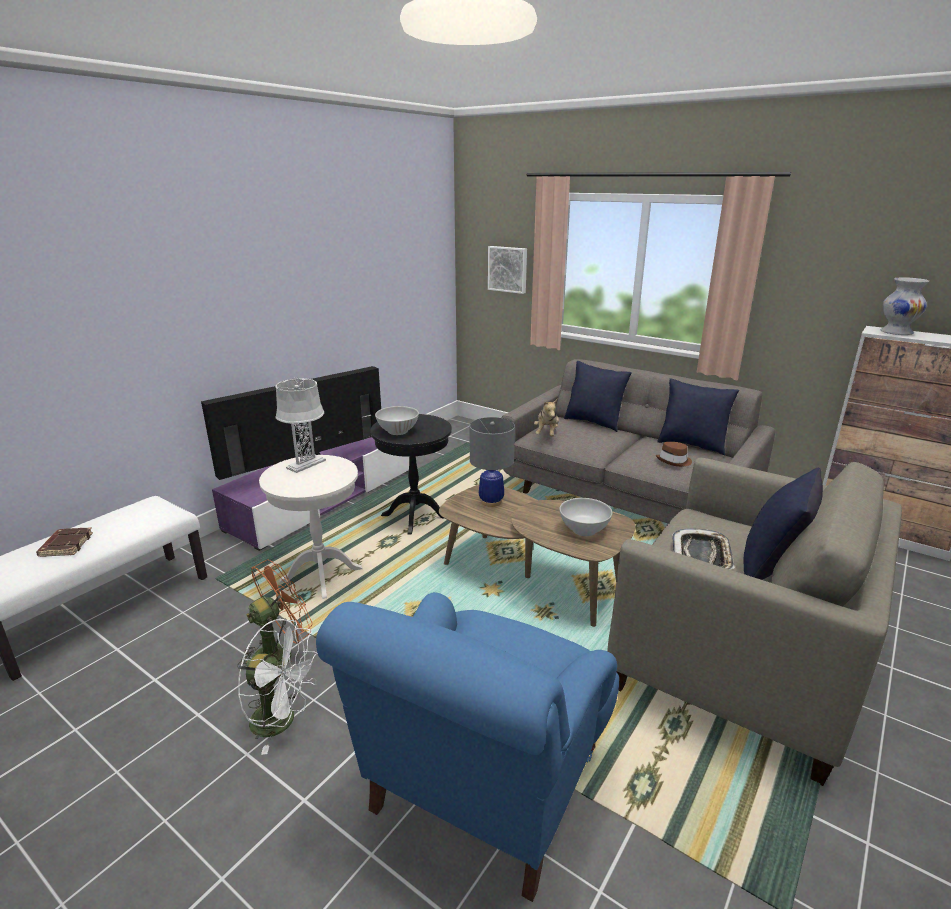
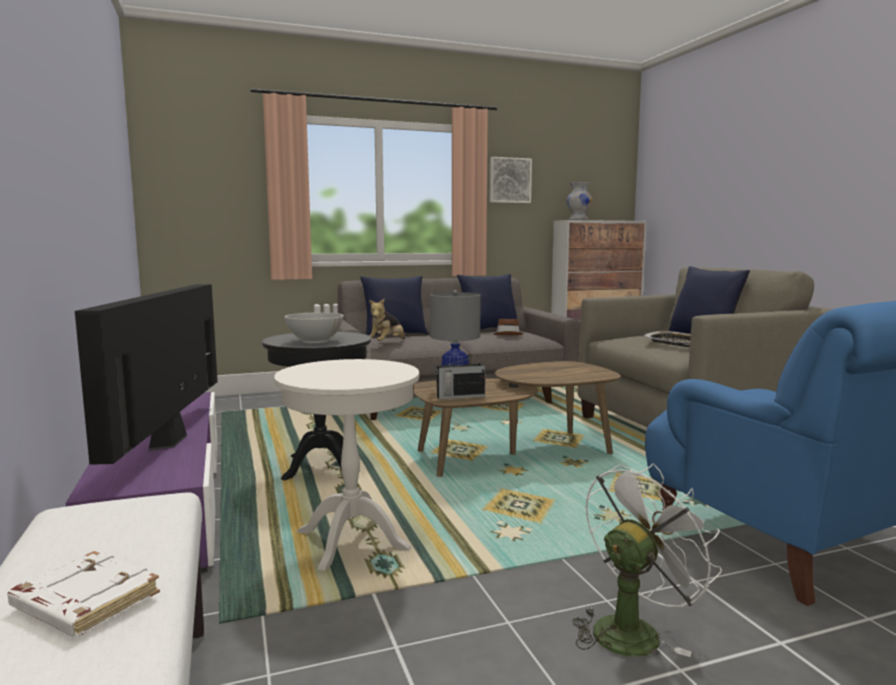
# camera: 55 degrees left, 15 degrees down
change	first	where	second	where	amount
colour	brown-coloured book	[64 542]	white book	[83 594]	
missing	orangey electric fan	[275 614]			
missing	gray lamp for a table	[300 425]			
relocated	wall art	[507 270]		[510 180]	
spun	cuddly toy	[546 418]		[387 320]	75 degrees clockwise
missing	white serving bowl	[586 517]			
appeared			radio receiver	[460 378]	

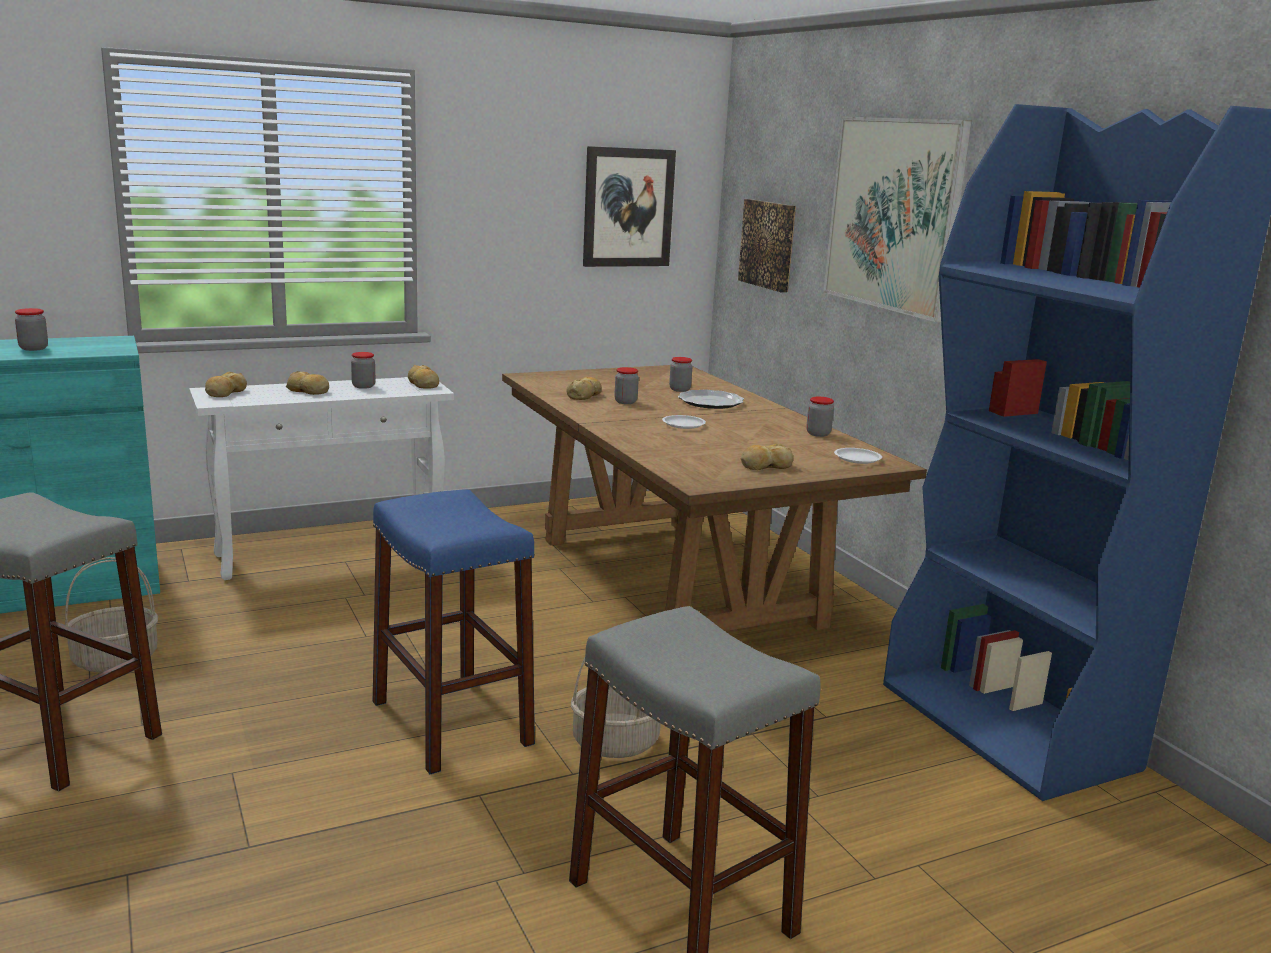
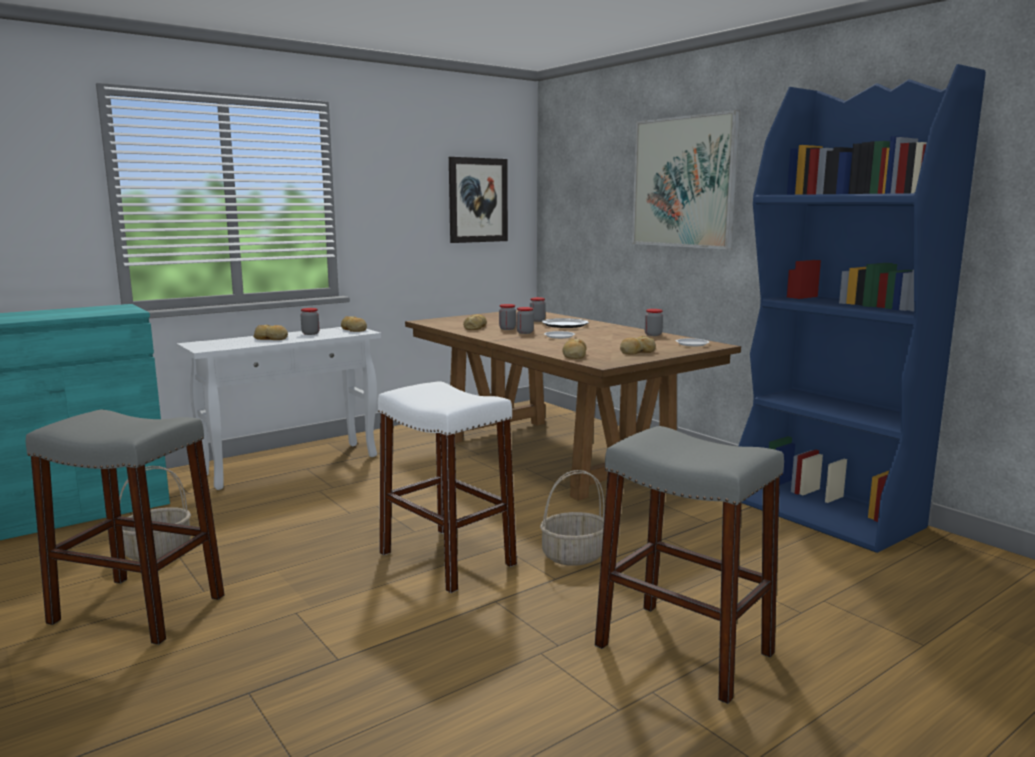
# camera: 10 degrees left, 5 degrees down
change	first	where	second	where	amount
relocated	storage jar	[31 329]		[525 320]	
relocated	bakery bread	[226 384]		[574 348]	
colour	blue-coloured sitting stool	[454 632]	white sitting stool	[447 487]	
missing	wall art	[767 246]			

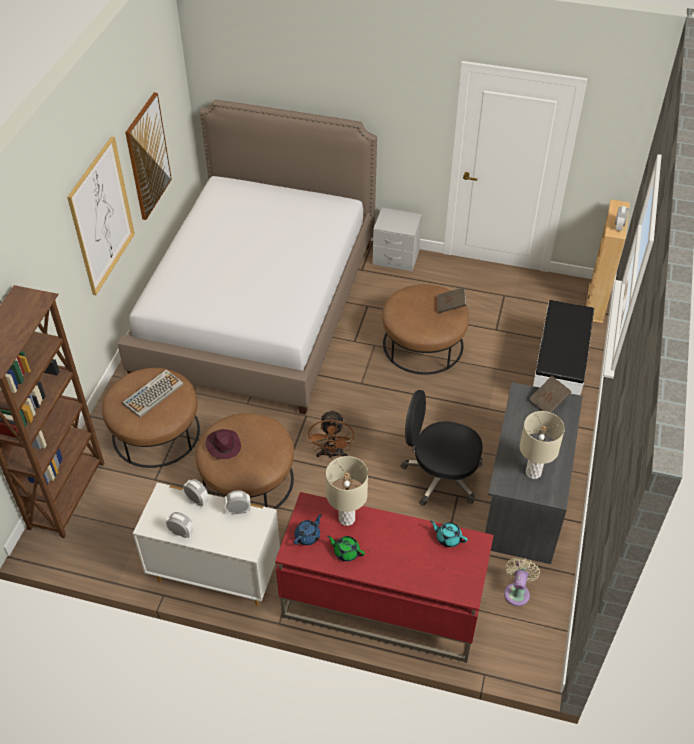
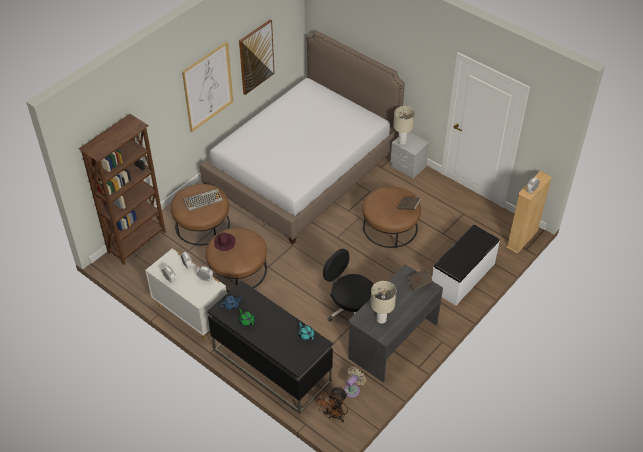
# camera: 25 degrees right, 0 degrees up
change	first	where	second	where	amount
colour	red desk	[384 577]	blackish desk	[270 347]	
relocated	brown-coloured electric fan	[331 434]		[331 405]	
relocated	sand-coloured lamp for a table	[347 491]		[404 125]	

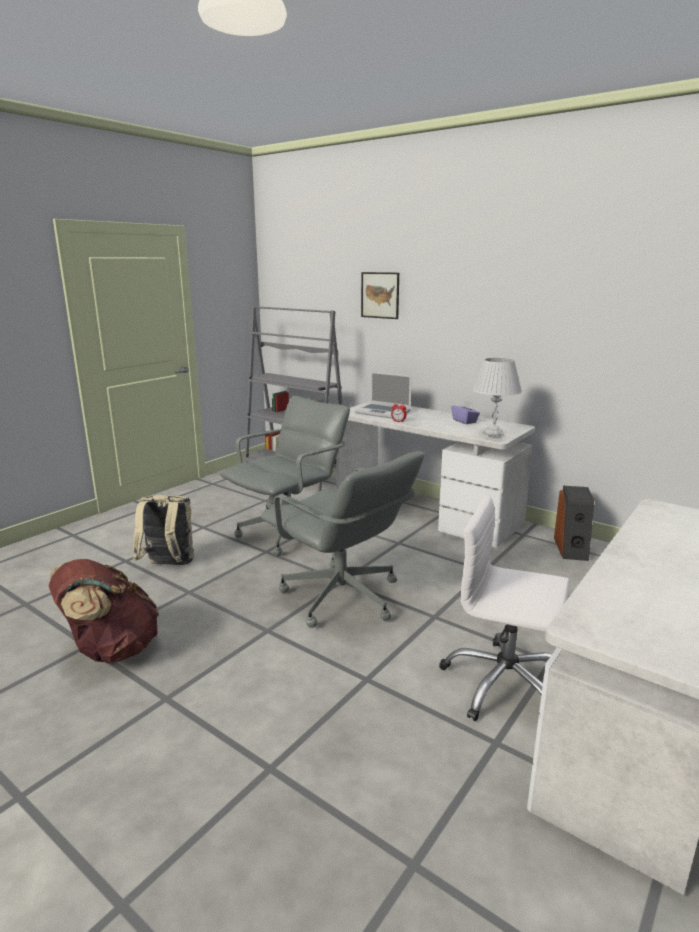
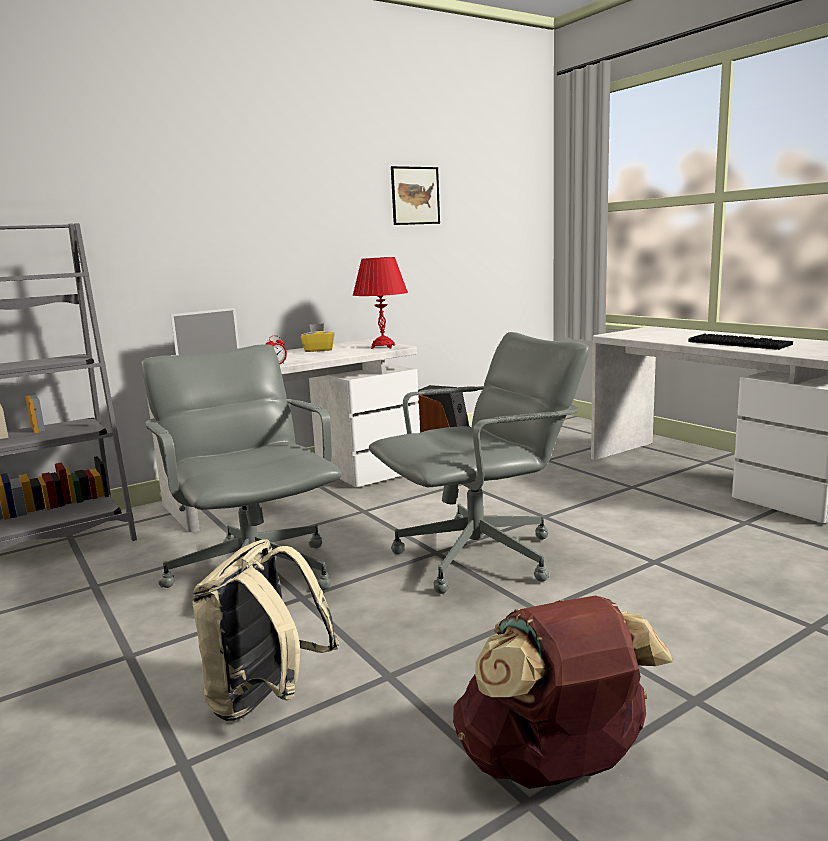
# camera: 70 degrees left, 5 degrees down
change	first	where	second	where	amount
relocated	wall art	[380 295]		[415 195]	
missing	white desk chair	[504 607]			
colour	purplish box of tissues	[465 412]	yellow-coloured box of tissues	[317 337]	
colour	white lamp for a table	[497 398]	red lamp for a table	[380 303]	
appeared			PC keyboard	[740 342]	

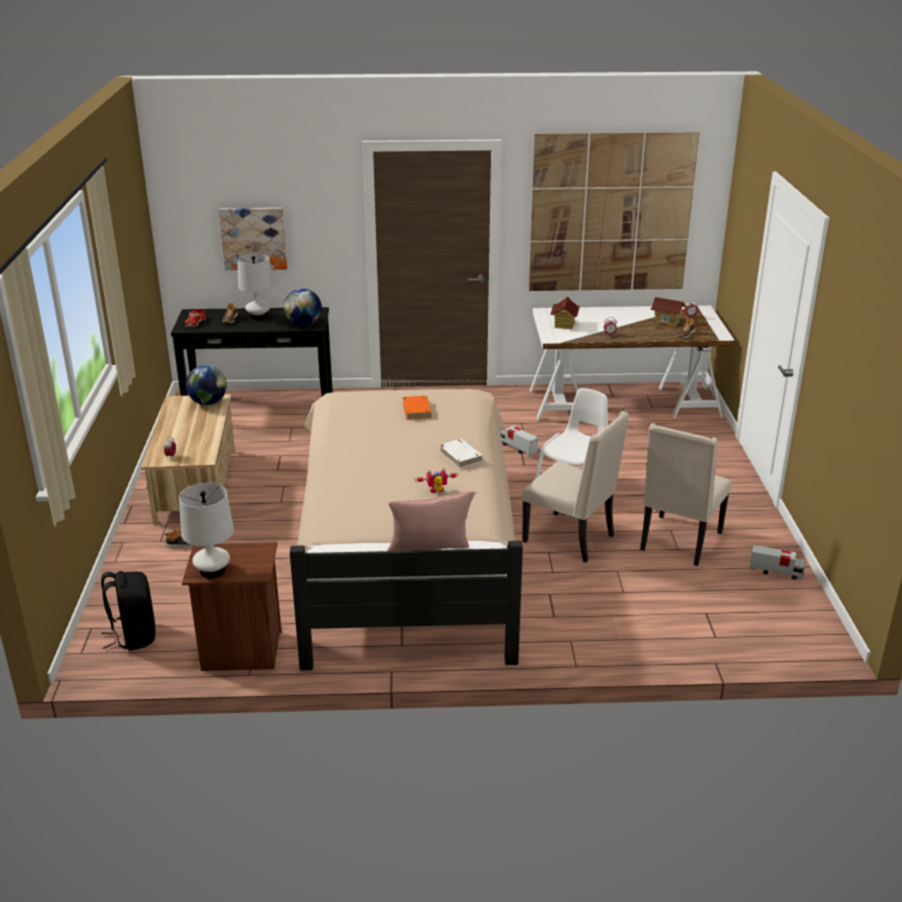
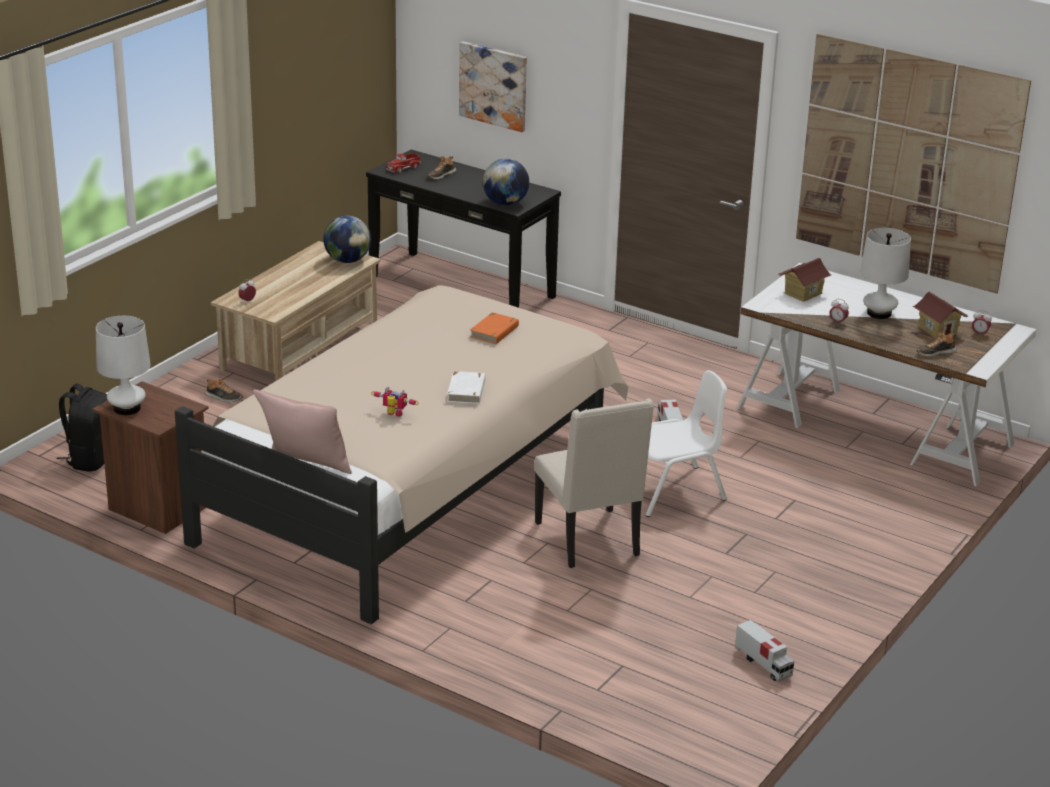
# camera: 35 degrees right, 0 degrees up
change	first	where	second	where	amount
relocated	white lamp for a table	[255 286]		[885 273]	
missing	sand-coloured chair	[685 494]			

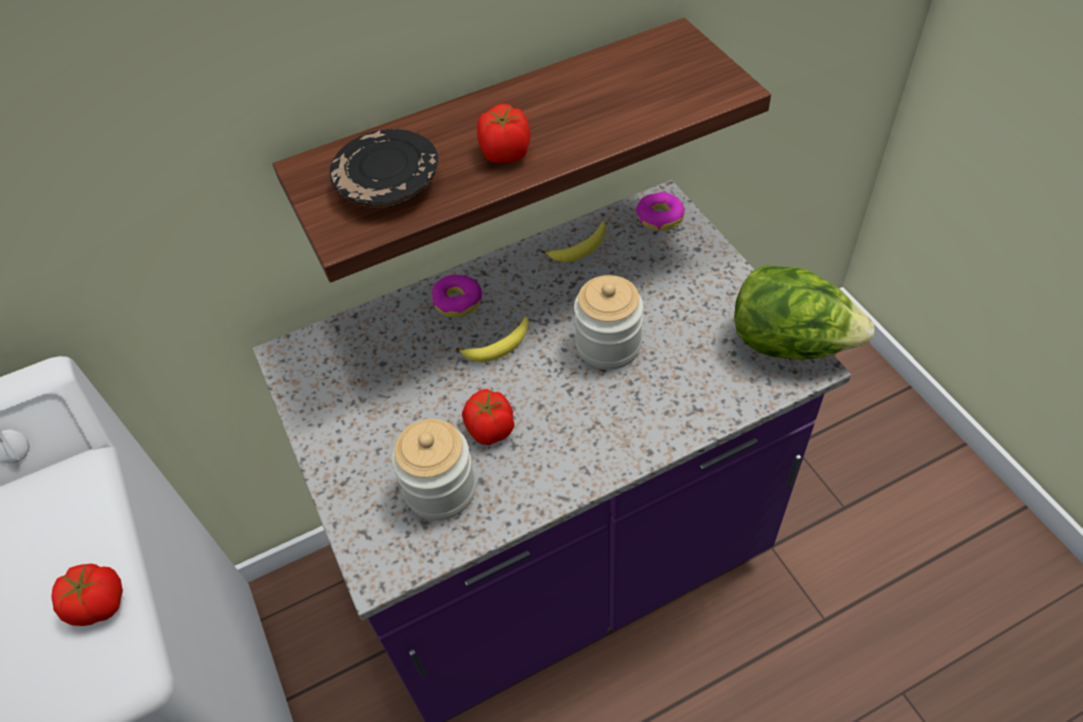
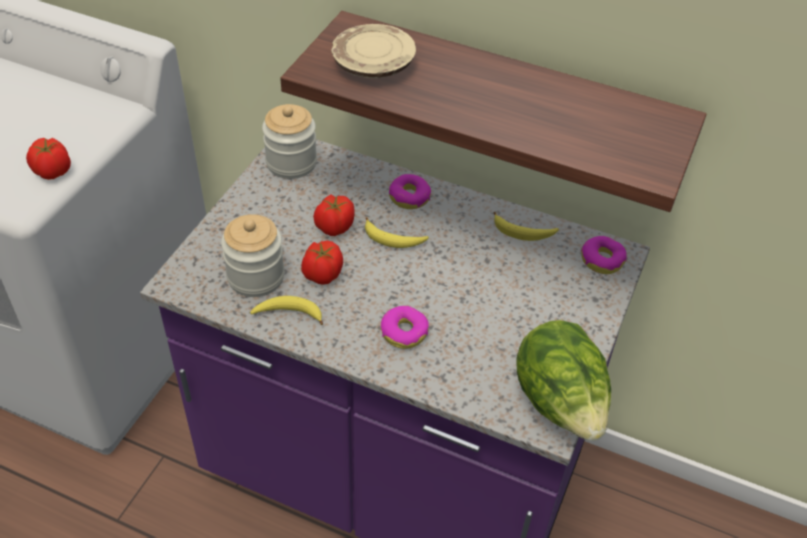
# camera: 45 degrees right, 5 degrees down
change	first	where	second	where	amount
colour	blackish plate	[384 168]	sand-coloured plate	[373 51]	
relocated	tomato	[504 133]		[334 215]	
relocated	storage jar	[609 322]		[289 141]	
appeared			whole banana	[286 310]	
appeared			doughnut	[405 327]	

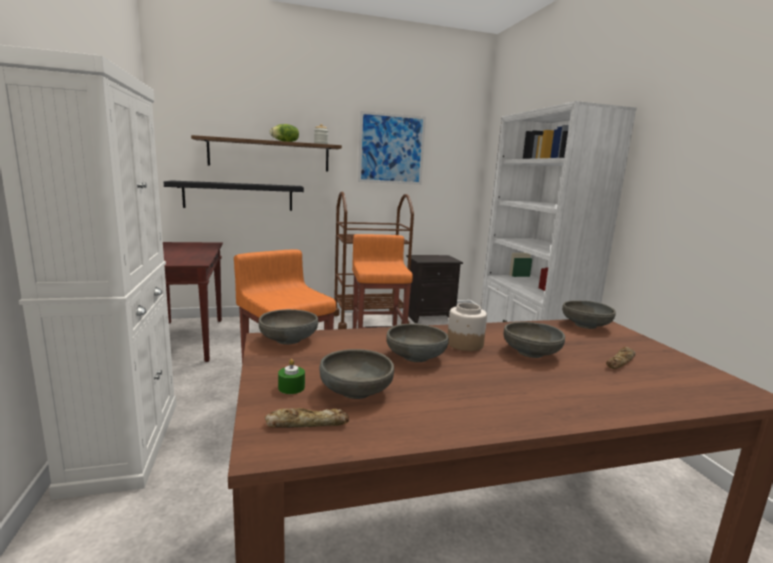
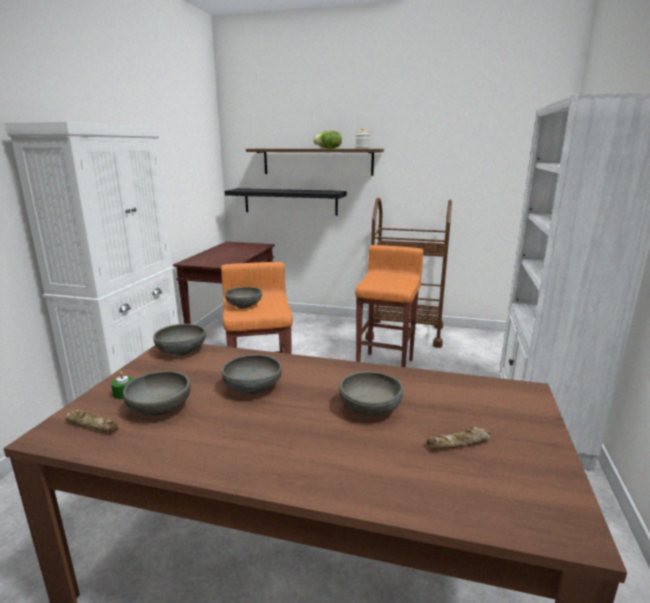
# camera: 30 degrees right, 5 degrees up
change	first	where	second	where	amount
missing	wall art	[392 148]			
missing	blackish night table	[434 289]			
missing	storage jar	[467 327]			
relocated	gray serving bowl	[589 314]		[243 297]	

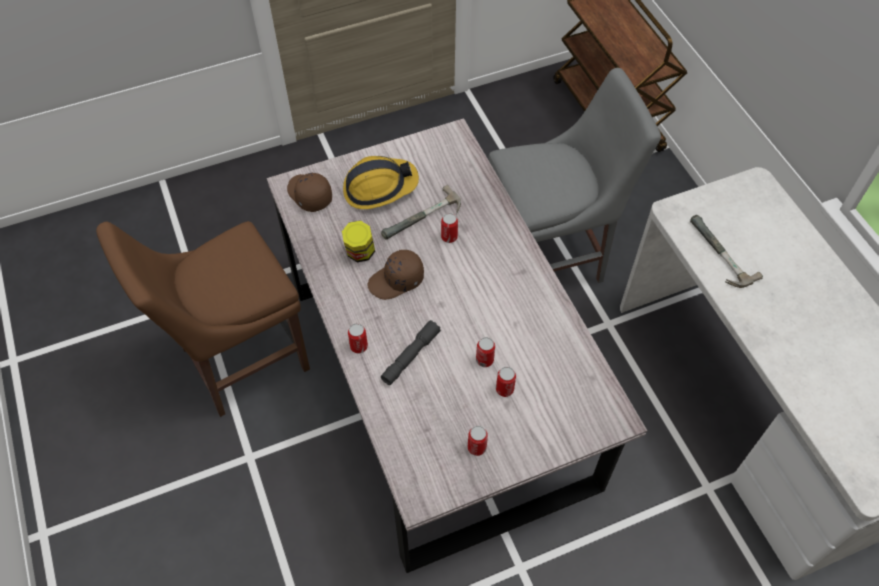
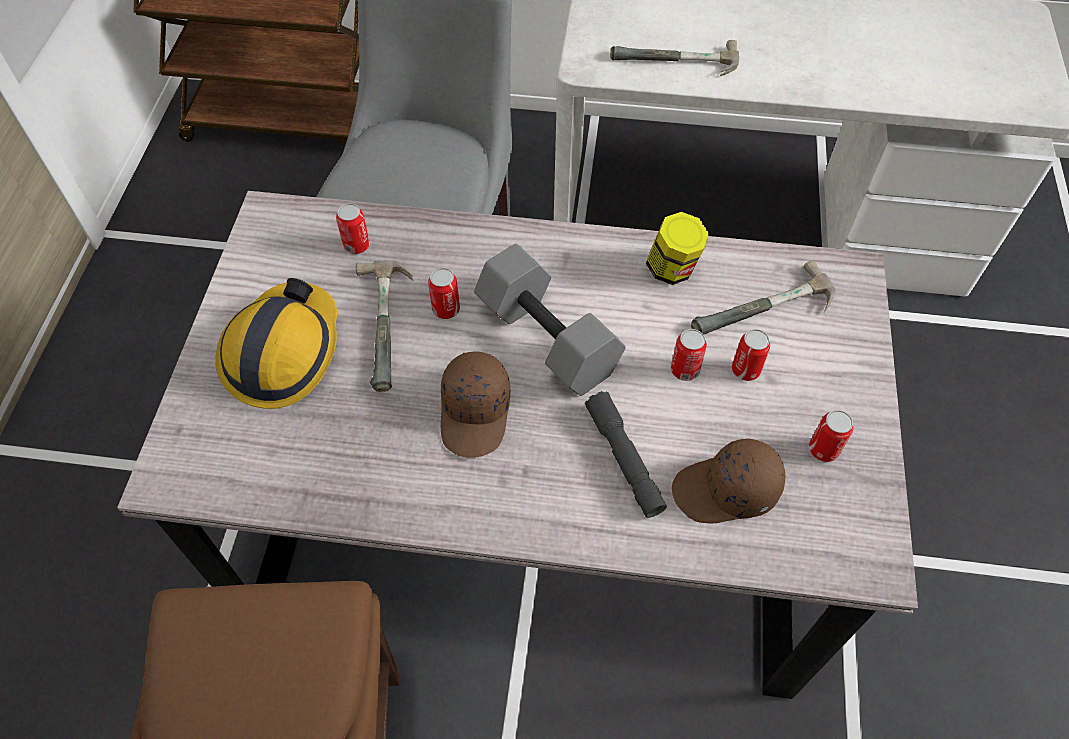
# camera: 60 degrees left, 0 degrees up
change	first	where	second	where	amount
relocated	brown-coloured peaked cap	[309 192]		[728 481]	
relocated	storage jar	[358 241]		[677 248]	
relocated	can	[358 338]		[353 228]	
appeared			gray dumbbell	[550 320]	
appeared			hand hammer	[763 297]	

